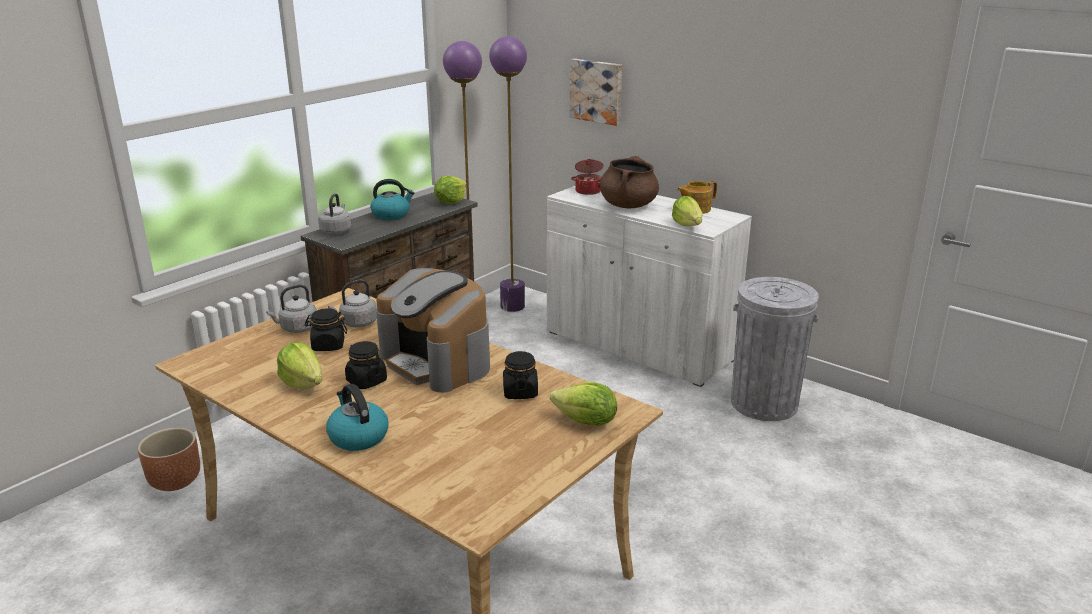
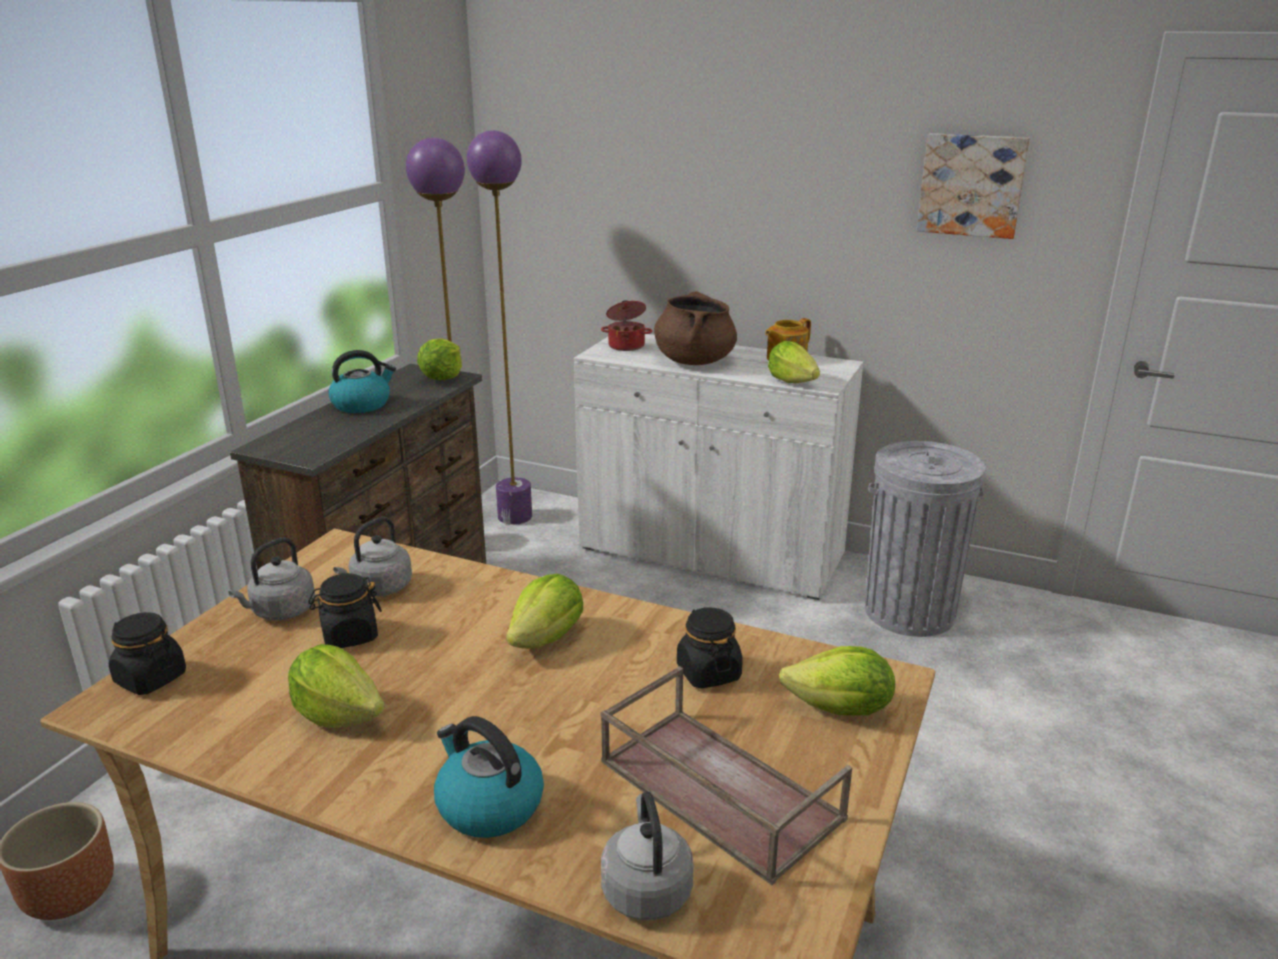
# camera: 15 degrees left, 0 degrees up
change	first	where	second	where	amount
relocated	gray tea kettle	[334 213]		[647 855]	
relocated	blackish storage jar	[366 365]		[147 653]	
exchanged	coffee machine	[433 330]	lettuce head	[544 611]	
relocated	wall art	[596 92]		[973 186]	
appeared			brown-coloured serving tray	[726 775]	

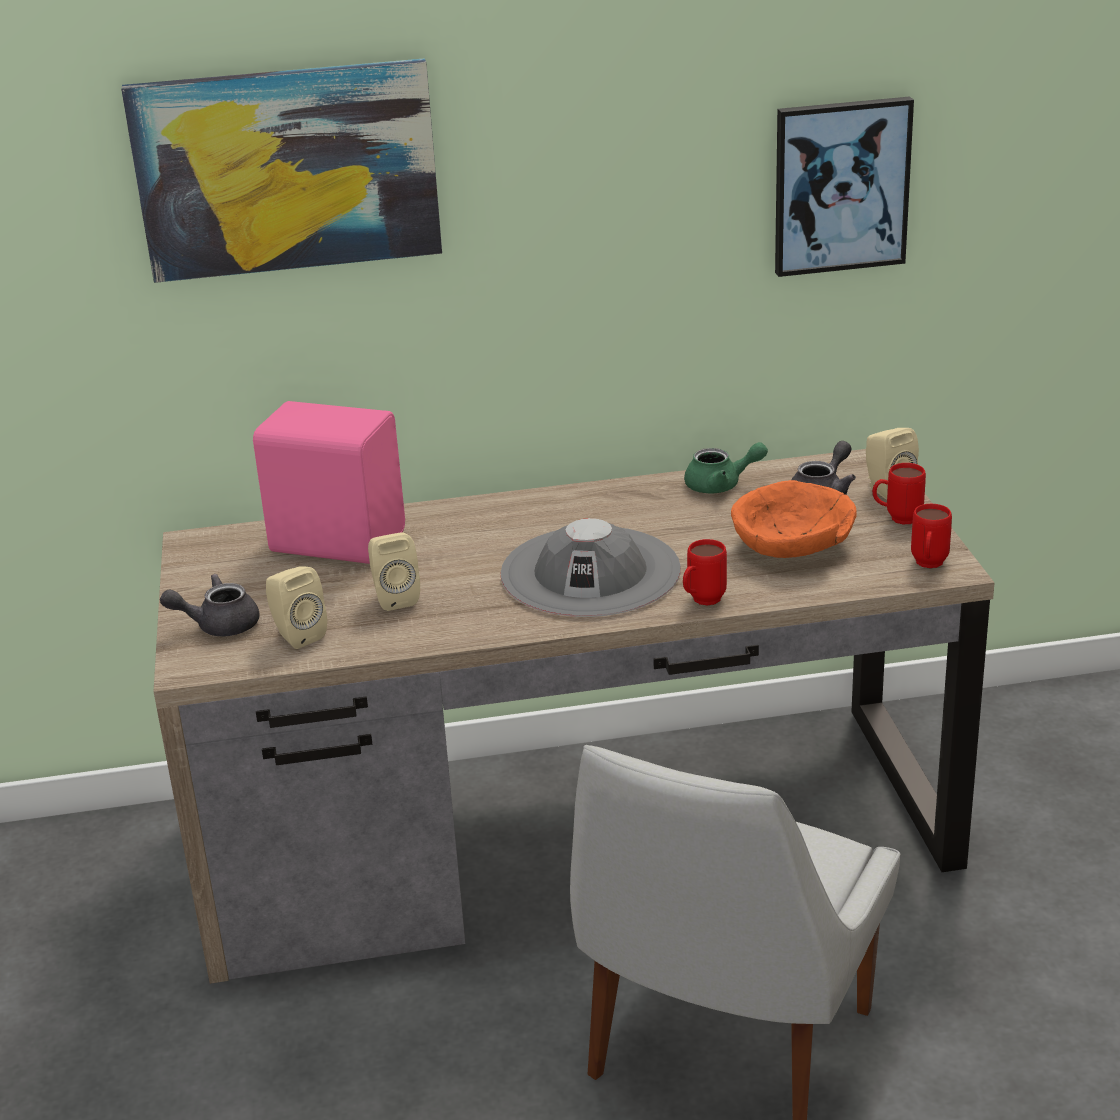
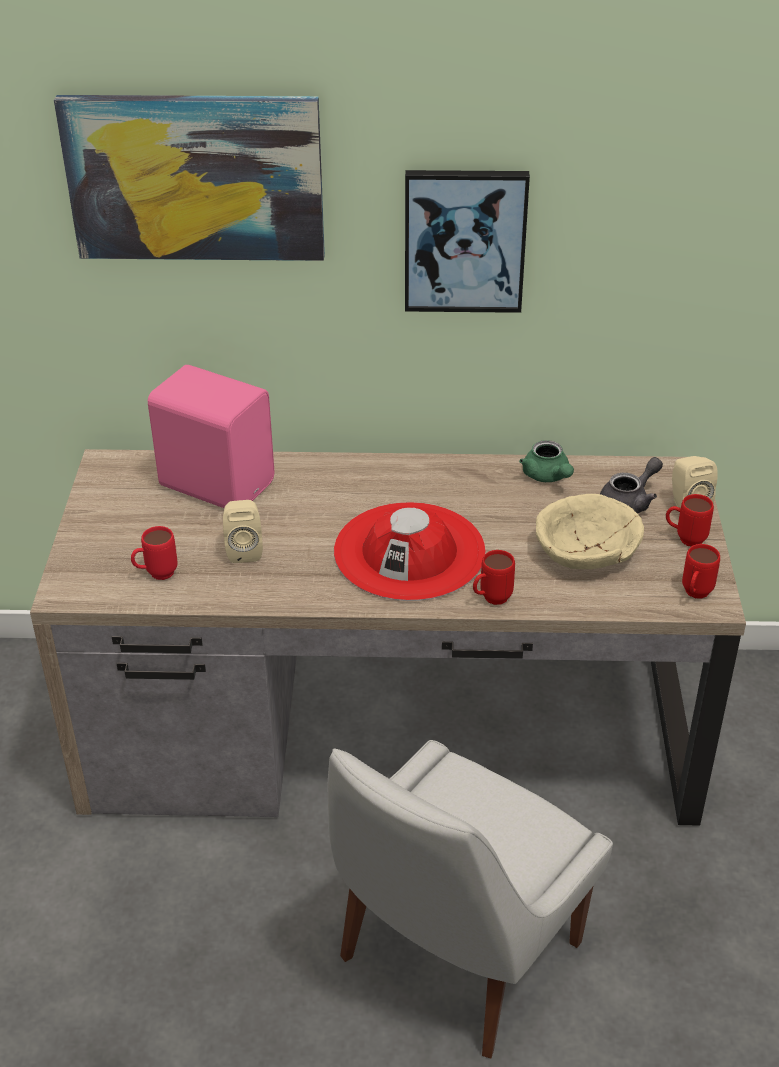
# camera: 10 degrees right, 10 degrees up
change	first	where	second	where	amount
missing	gray pot for tea	[209 605]			
exchanged	sand-coloured audio speaker	[296 607]	red tea mug	[154 553]	
colour	gray clothing hat	[591 567]	red clothing hat	[410 551]	
spun	green pot for tea	[726 467]		[546 461]	60 degrees clockwise
colour	orangey serving bowl	[794 519]	sand-coloured serving bowl	[590 531]	
relocated	wall art	[844 186]		[467 241]	

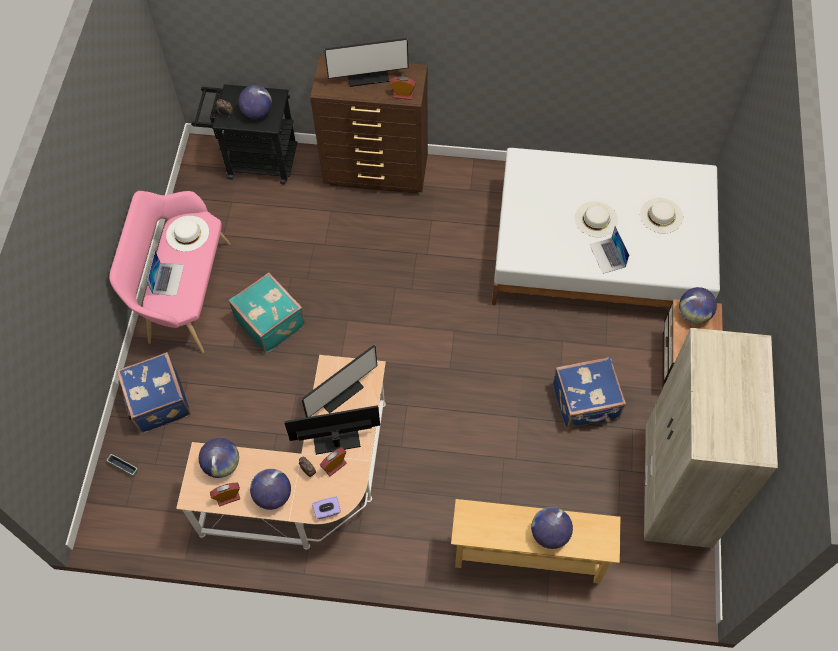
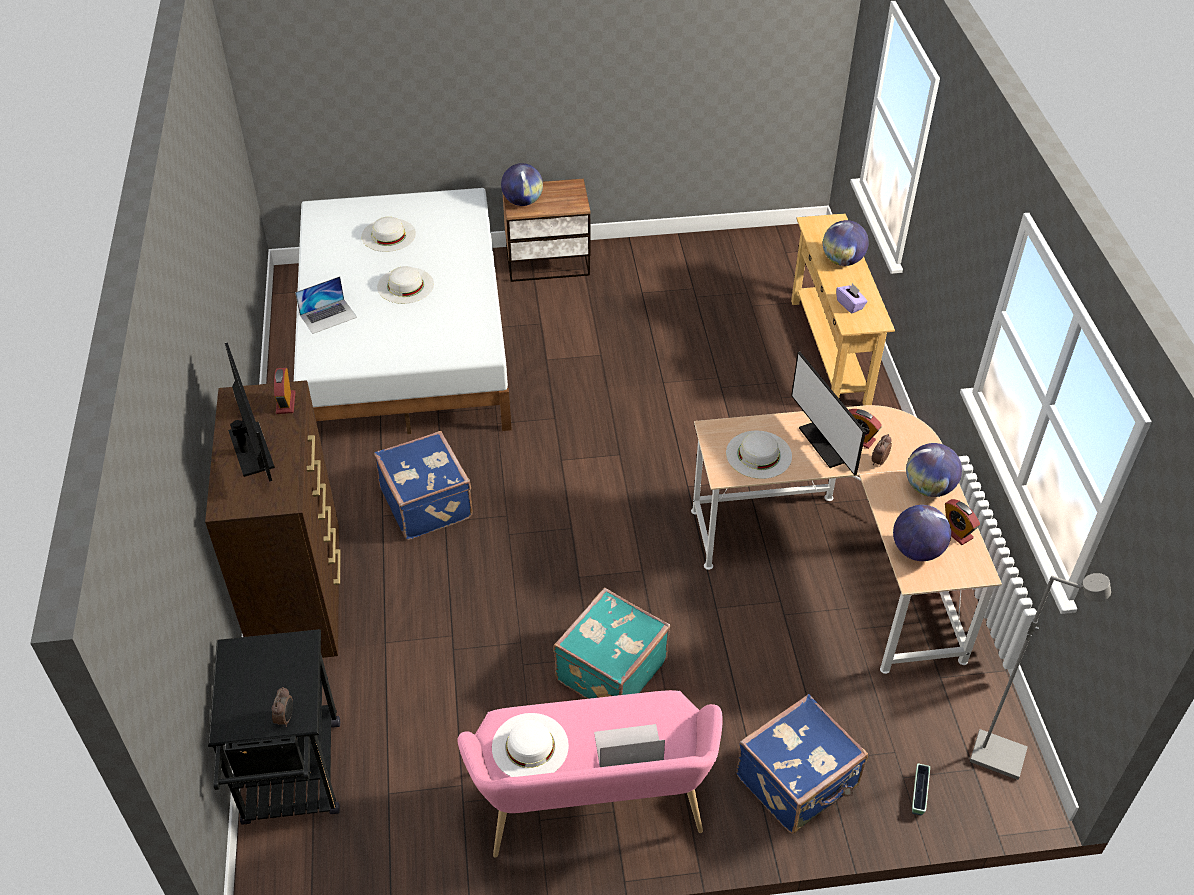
# camera: 105 degrees left, 15 degrees down
change	first	where	second	where	amount
missing	globe	[255 102]			
exchanged	computer display	[339 381]	white clothing hat	[759 455]	
relocated	purplish box of tissues	[326 508]		[852 298]	
relocated	blue-coloured piece of luggage	[589 393]		[423 485]	
relocated	laptop	[609 250]		[326 305]	
missing	sand-coloured armoire	[711 438]			
appeared			gray standing lamp	[1040 676]	

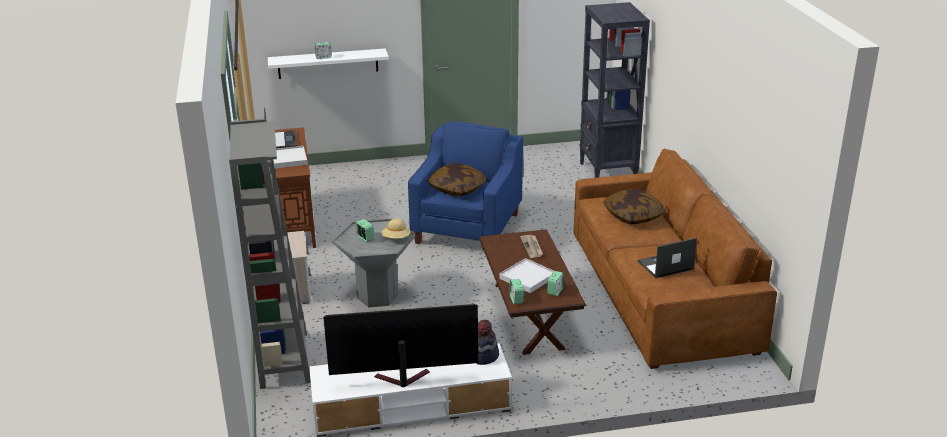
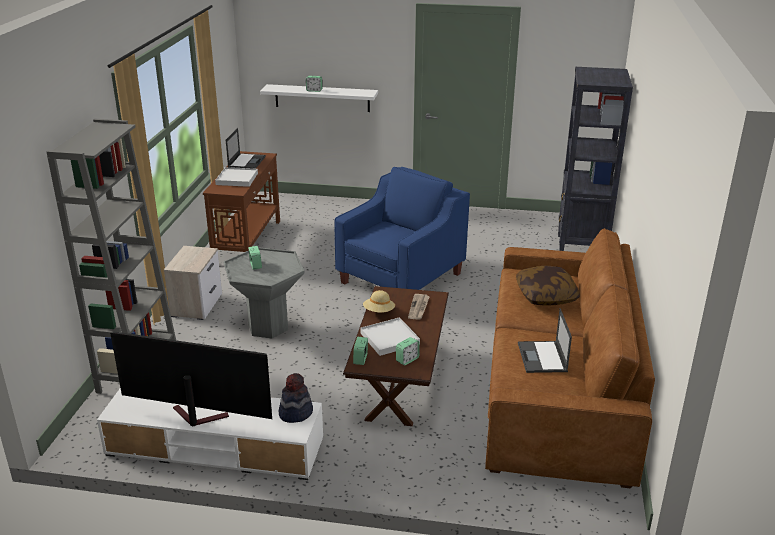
# camera: 20 degrees right, 0 degrees up
change	first	where	second	where	amount
relocated	sand-coloured clothing hat	[396 229]		[379 301]	
missing	pillow	[457 179]			
spun	laptop	[667 258]		[545 340]	90 degrees counterclockwise

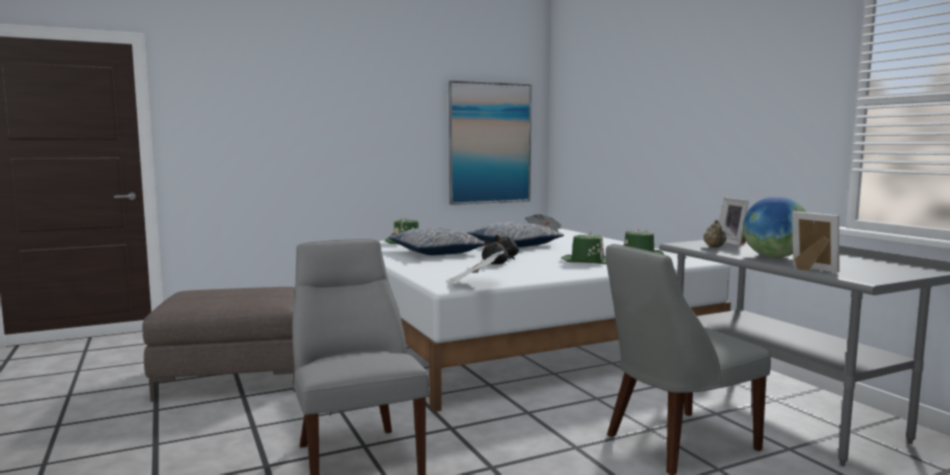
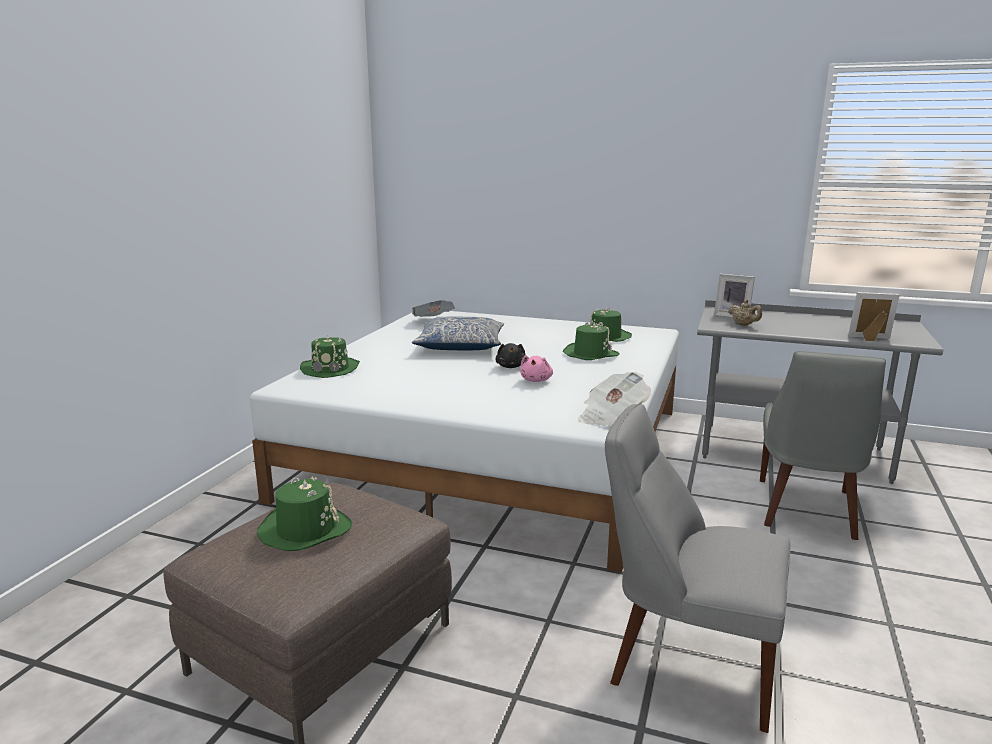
# camera: 45 degrees left, 10 degrees up
change	first	where	second	where	amount
missing	pillow	[437 241]			
missing	wall art	[490 142]			
colour	blackish cuddly toy	[498 252]	pink-coloured cuddly toy	[536 368]	
missing	globe	[774 227]			
appeared			green clothing hat	[304 513]	

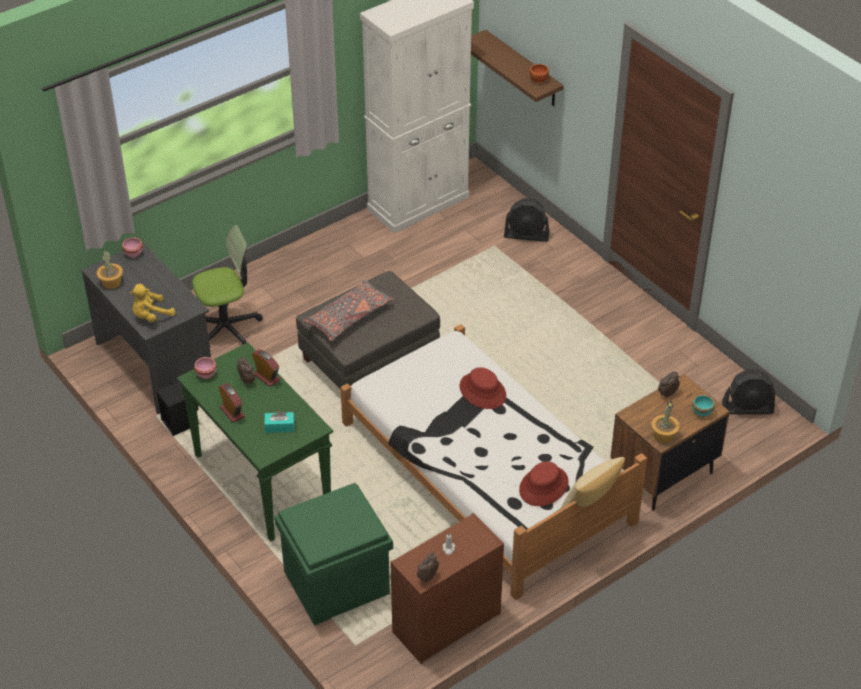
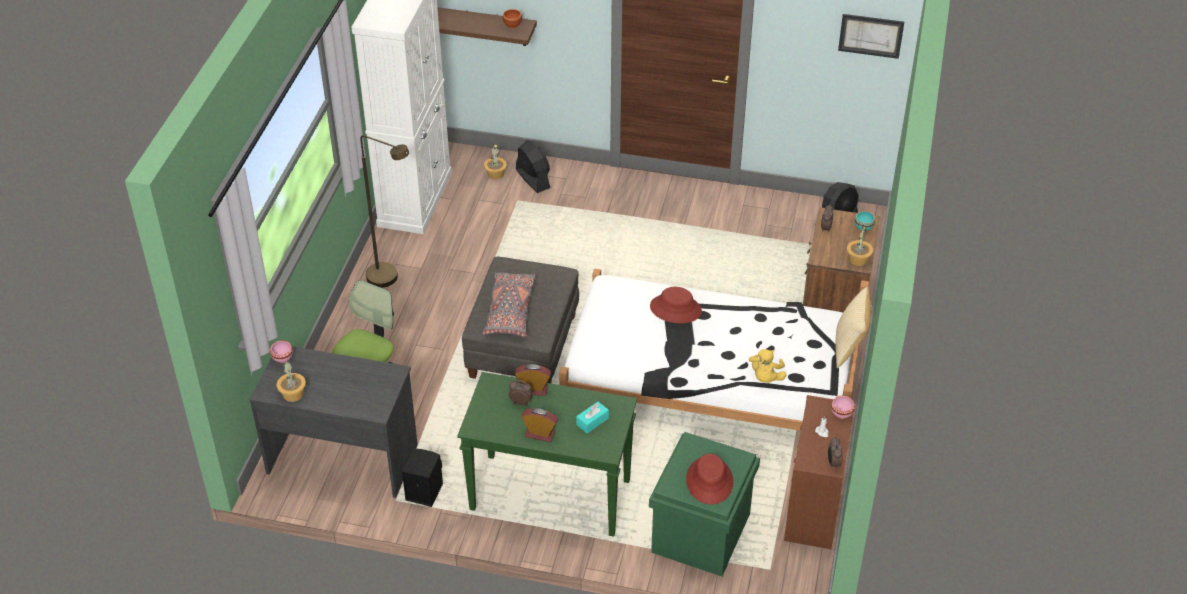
# camera: 40 degrees left, 0 degrees up
change	first	where	second	where	amount
relocated	yellow-coloured cuddly toy	[152 303]		[767 366]	
relocated	pink-coloured serving bowl	[205 368]		[843 407]	
spun	blackish electric fan	[526 220]		[533 166]	90 degrees counterclockwise
relocated	red clothing hat	[544 483]		[709 479]	
appeared			brown-coloured standing lamp	[384 211]	
appeared			houseplant	[495 161]	
appeared			wall art	[871 36]	

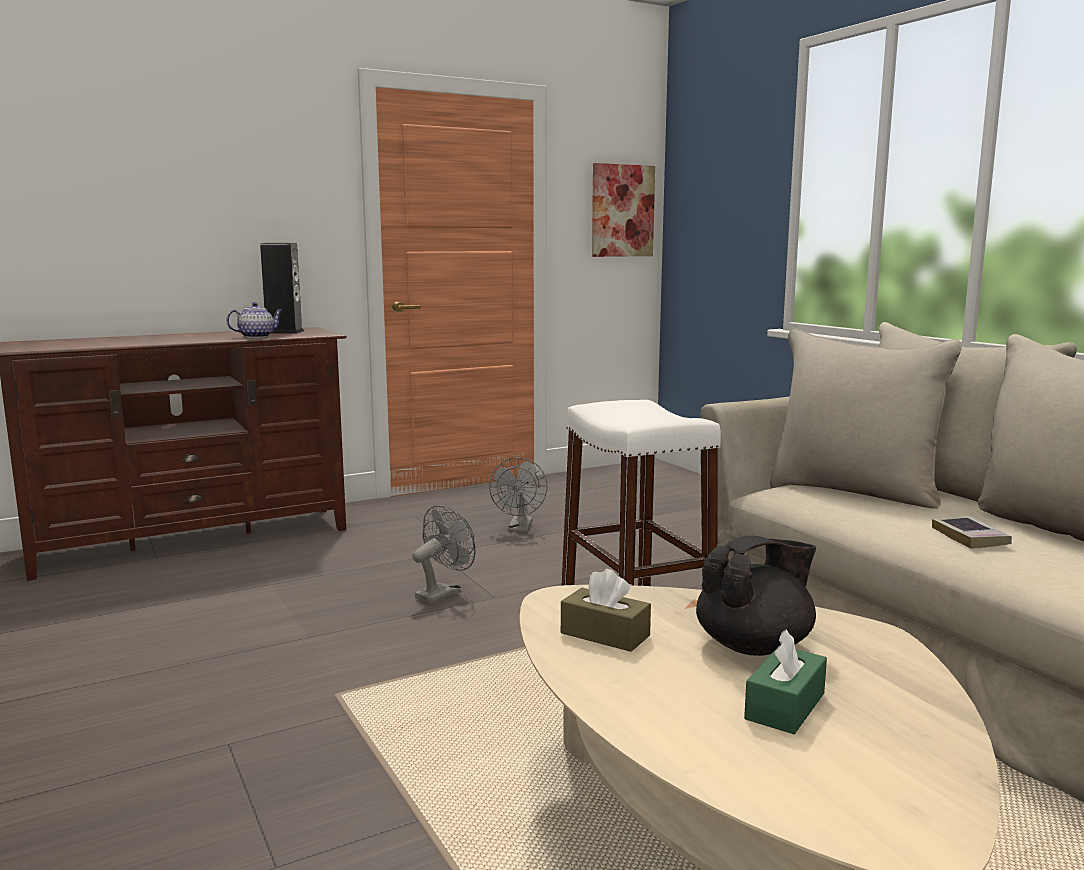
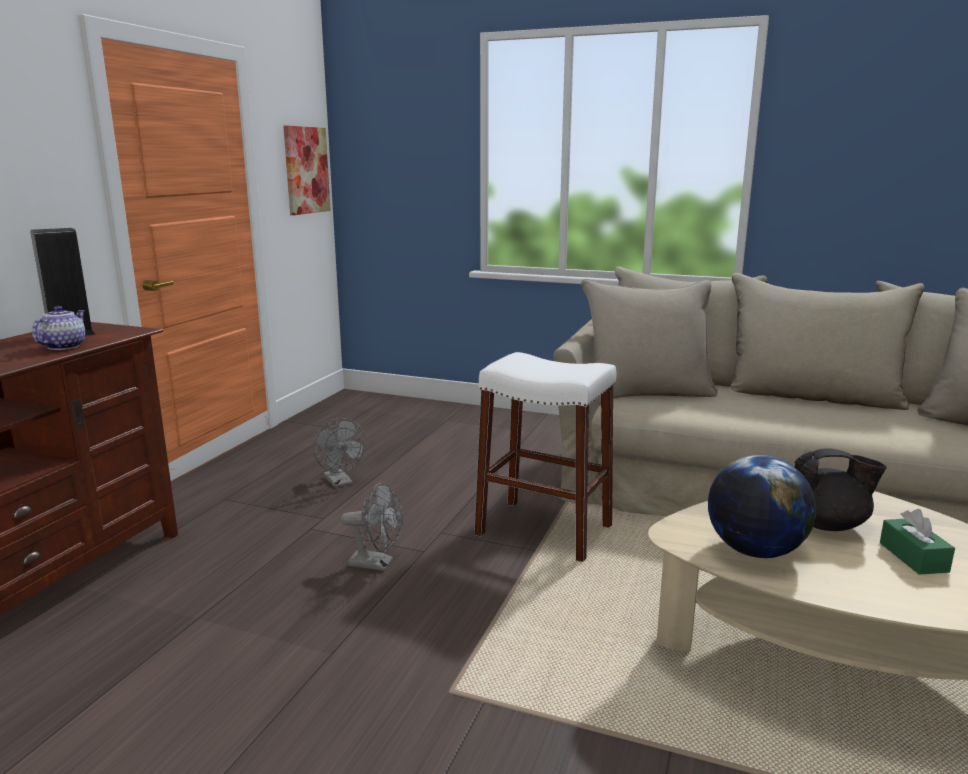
# camera: 40 degrees left, 5 degrees up
change	first	where	second	where	amount
spun	gray electric fan	[444 554]		[372 526]	105 degrees clockwise
exchanged	brown-coloured box of tissues	[606 610]	globe	[762 506]	
spun	blackish pot for tea	[756 596]		[841 489]	75 degrees clockwise
missing	book	[972 532]			

